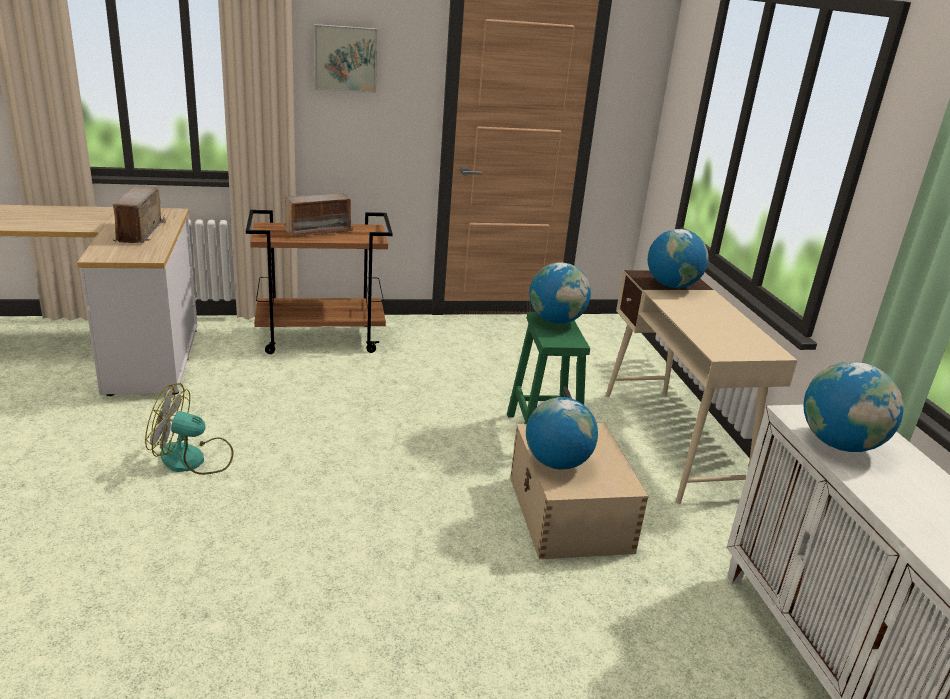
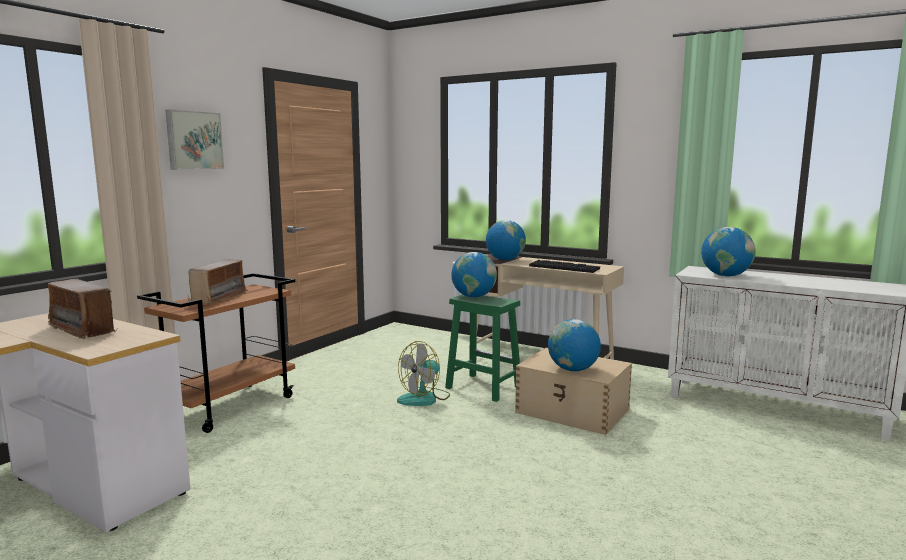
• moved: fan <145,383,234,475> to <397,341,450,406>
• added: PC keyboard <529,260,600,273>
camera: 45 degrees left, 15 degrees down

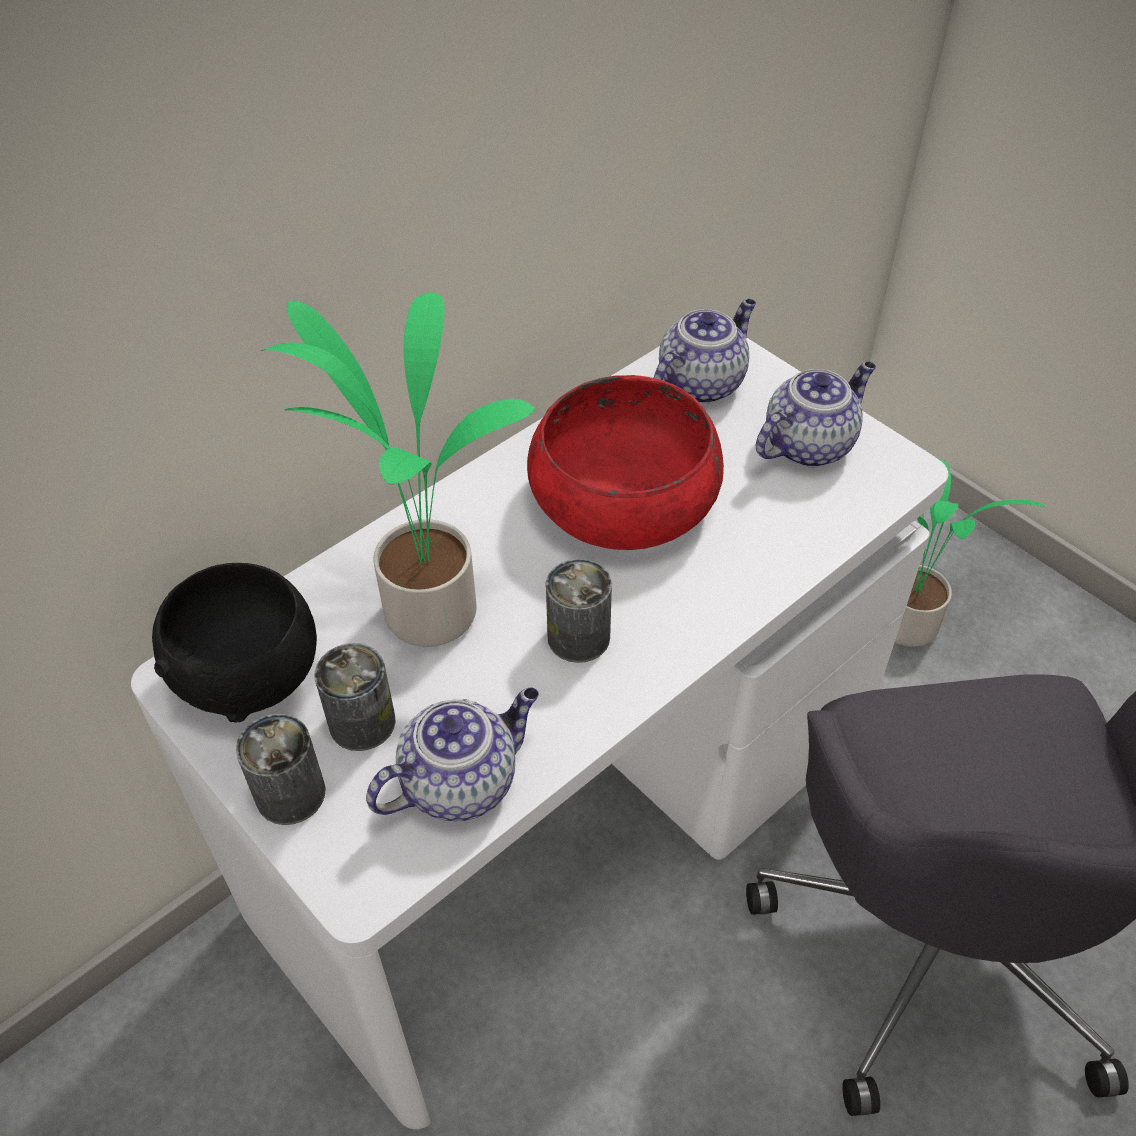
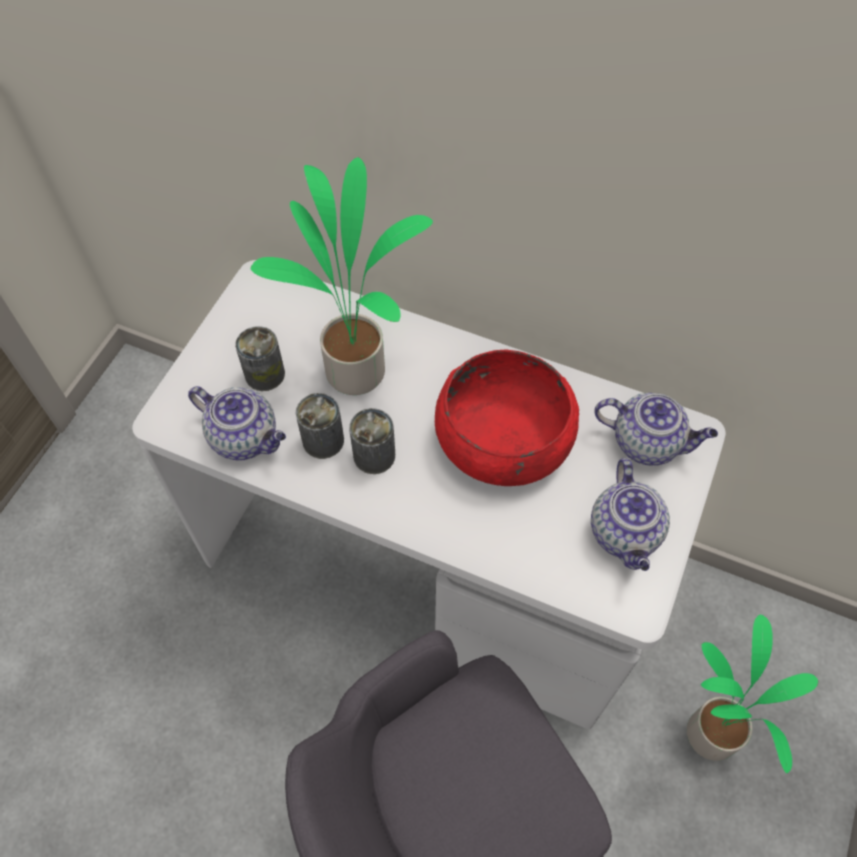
• moved: metal can <236,714,326,825> to <296,393,344,459>
• turned: tea pot <756,361,876,467> = <591,458,670,571> 60 degrees clockwise
• removed: blackish deep dish <152,563,317,723>
camera: 65 degrees right, 10 degrees up

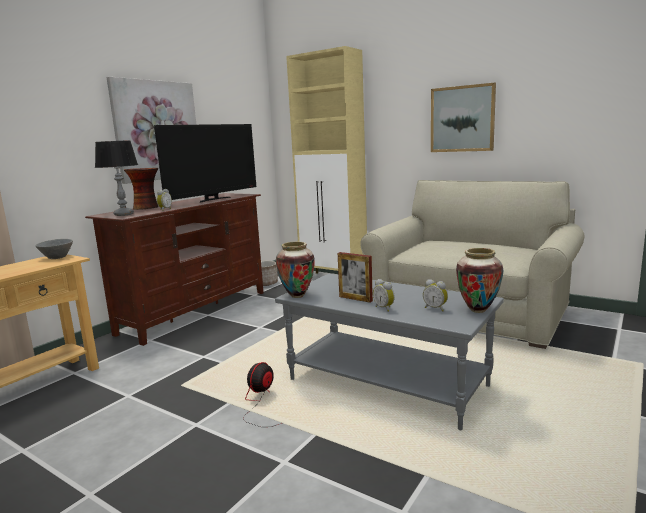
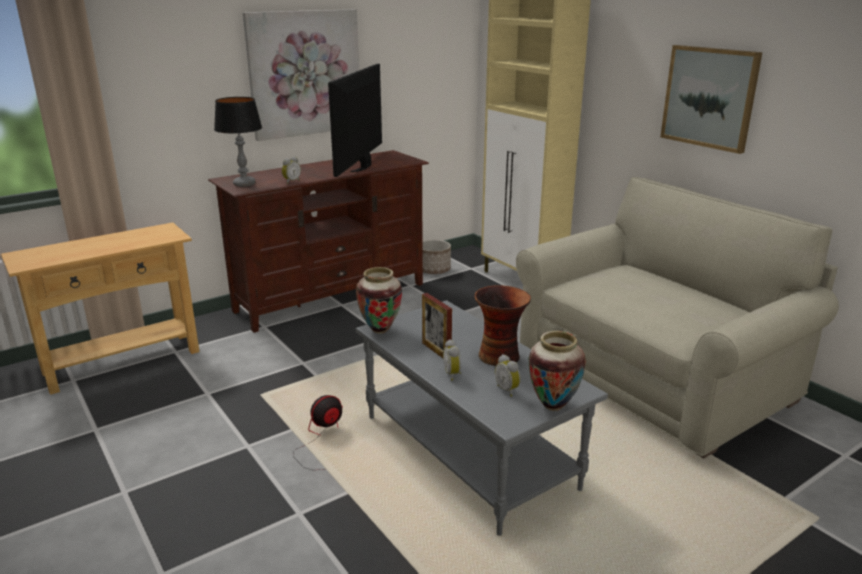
• turned: TV <154,124,256,203> = <328,64,382,177> 135 degrees clockwise
• moved: decorative vase <124,168,158,210> to <474,285,531,366>
• removed: gray deep dish <35,239,73,259>
camera: 20 degrees right, 10 degrees up

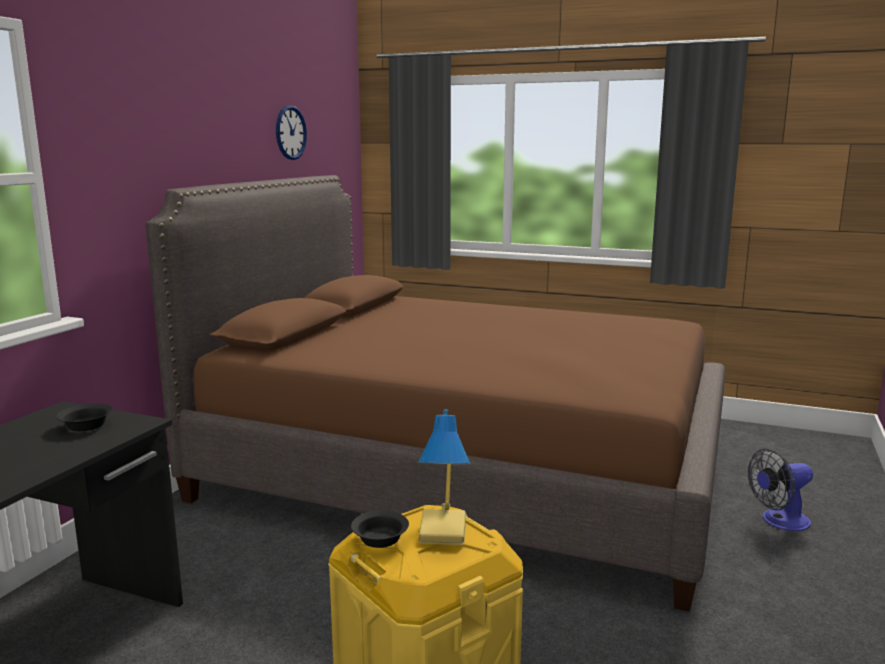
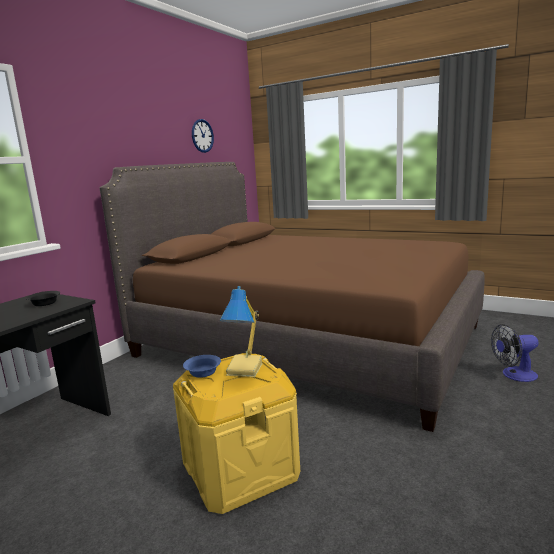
• recoloured: blackish deep dish <351,510,409,548> to blue deep dish <183,355,221,378>
camera: 10 degrees right, 0 degrees up

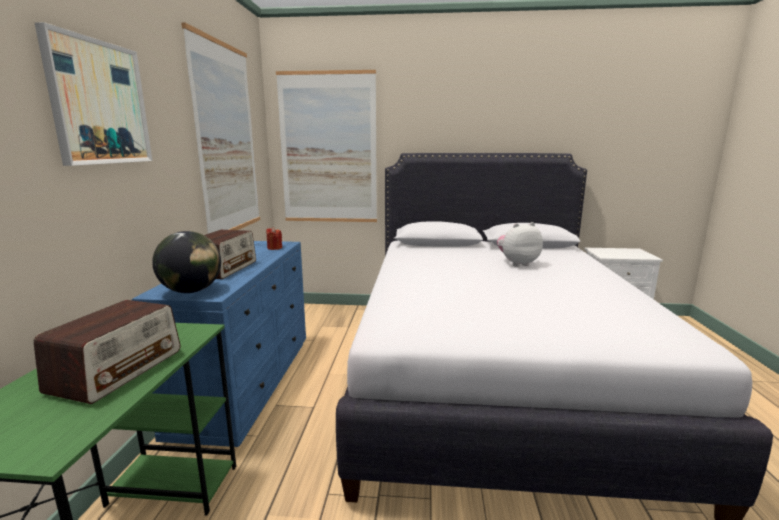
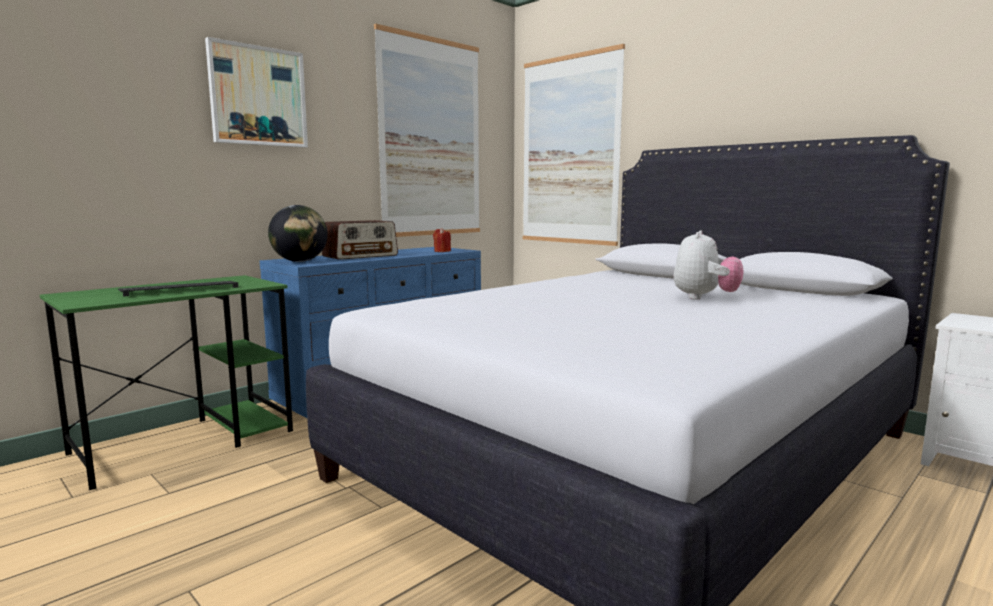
• replaced: radio <34,300,181,404> to PC keyboard <118,281,239,296>
• turned: cuddly toy <497,222,543,267> = <674,230,744,300> 90 degrees clockwise
camera: 40 degrees right, 5 degrees down

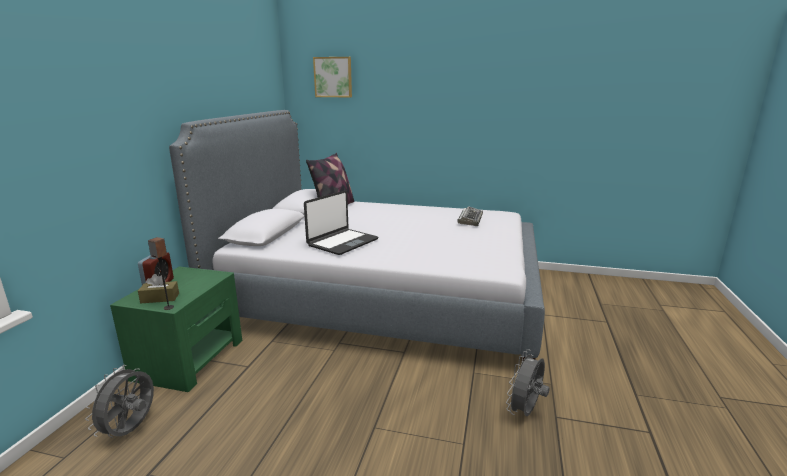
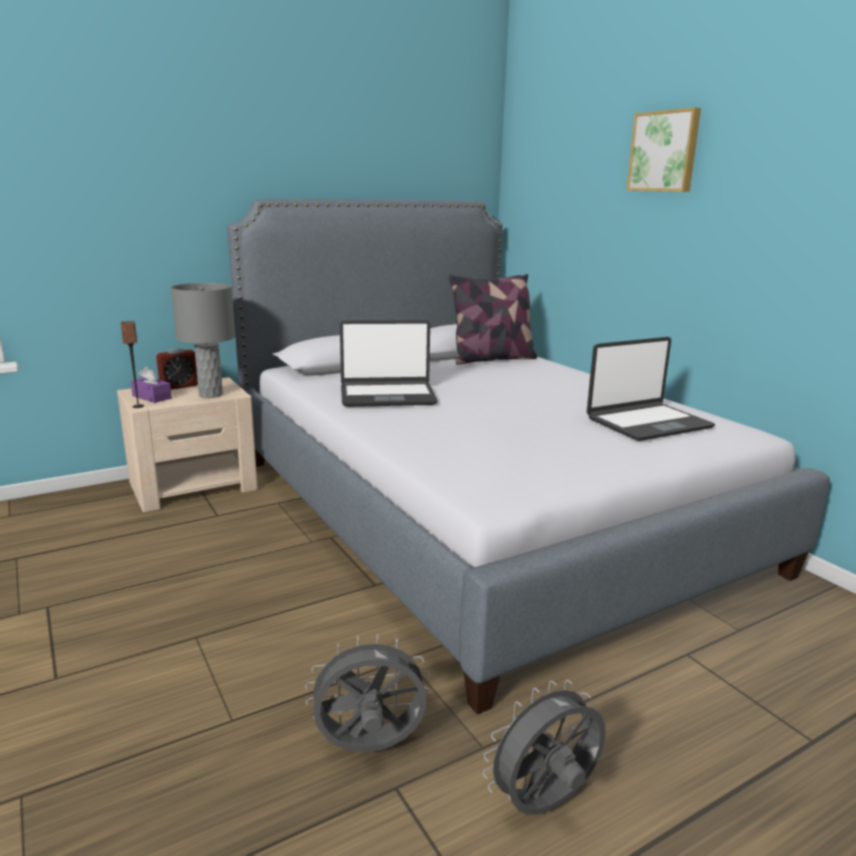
• recoloured: green nightstand <110,267,242,392> to beige nightstand <117,377,258,512>
• recoloured: brownish tissue box <138,274,179,303> to purple-coloured tissue box <131,367,172,403>
• added: gray tabletop lamp <171,283,235,398>
• moved: gray fan <85,365,154,438> to <483,679,606,815>
• replaced: PC keyboard <457,206,483,226> to laptop <587,337,715,441>
• moved: wall picture <313,57,352,97> to <627,107,701,192>
camera: 45 degrees right, 0 degrees up

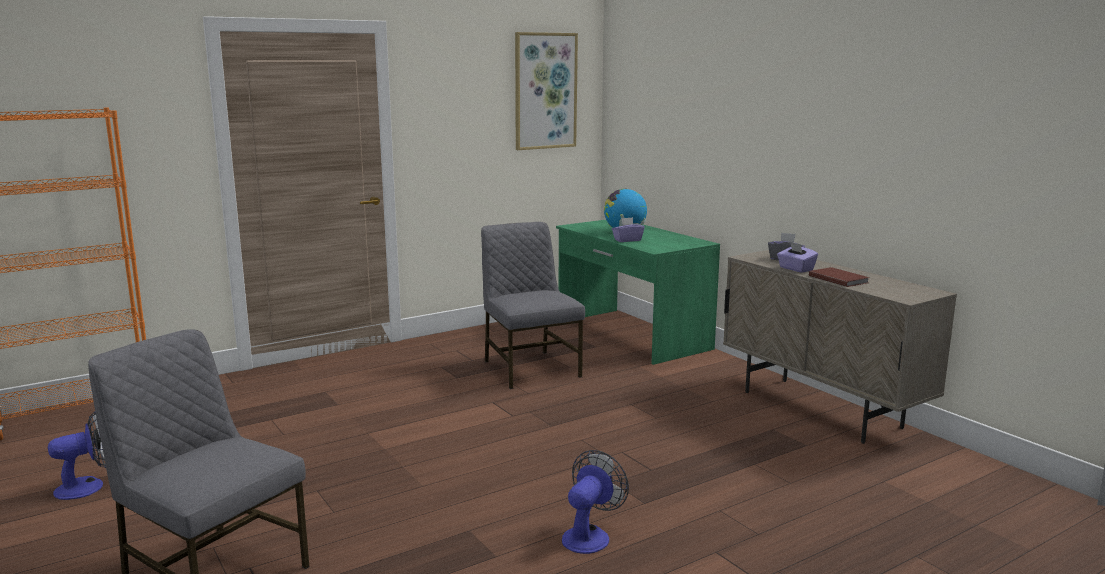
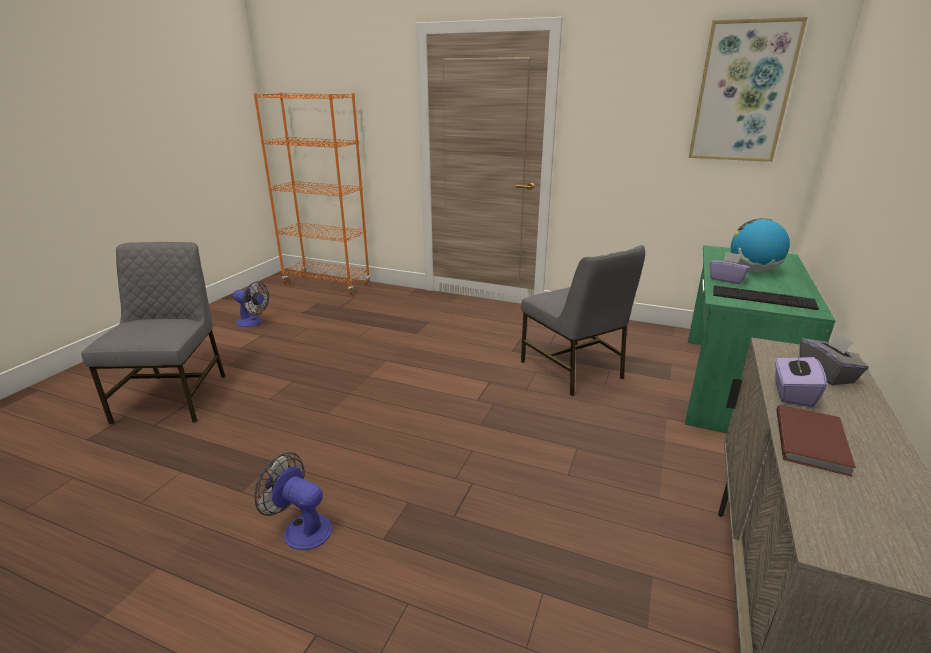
• turned: fan <562,450,629,554> = <254,452,332,550> 150 degrees counterclockwise
• turned: gray upright chair <481,222,585,389> = <521,245,645,396> 120 degrees clockwise
• added: PC keyboard <713,286,819,310>
camera: 55 degrees right, 10 degrees up

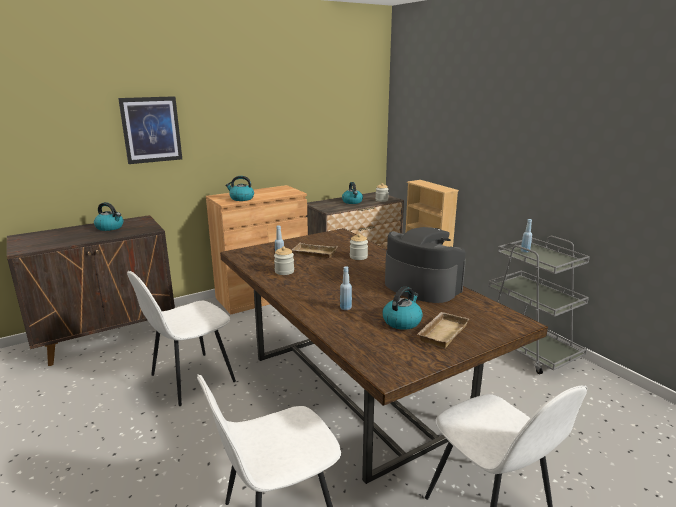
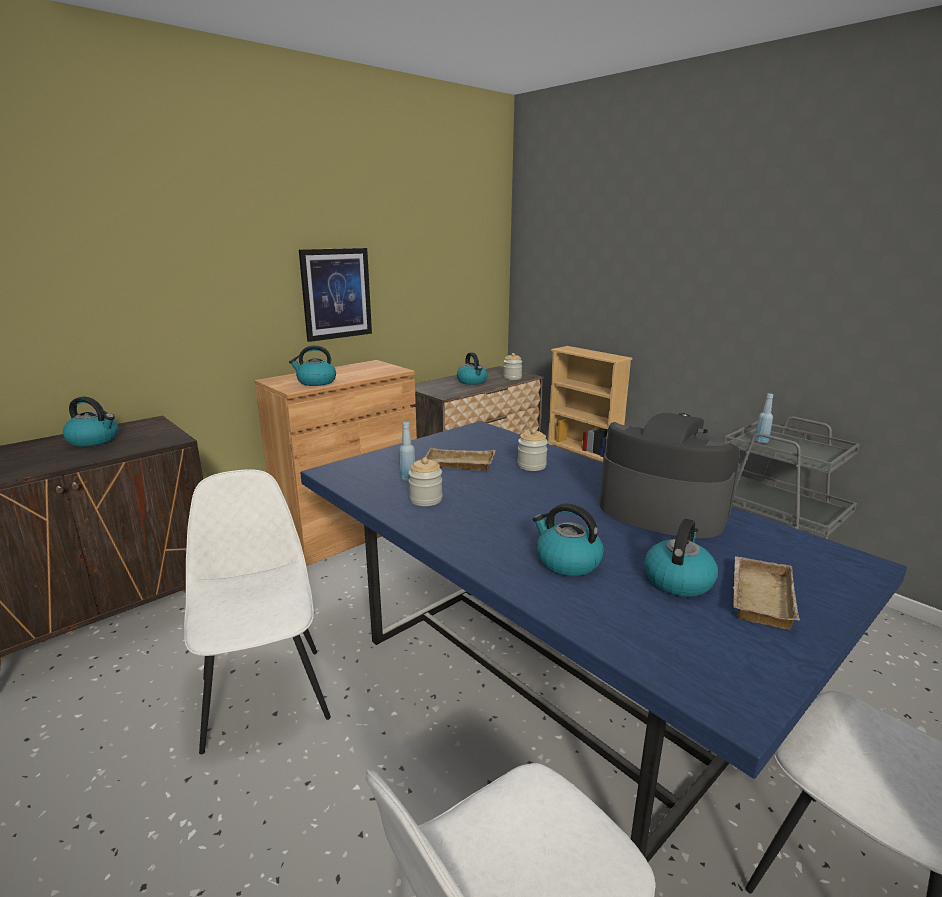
• turned: whitish upright chair <127,271,236,406> = <184,469,331,754> 120 degrees clockwise
• moved: wall picture <118,96,182,164> to <299,248,372,342>
• recoloured: brownish kitchen table <220,228,548,484> to blue kitchen table <300,421,907,862>
• replaced: blue beverage bottle <340,266,352,310> to tea kettle <533,503,604,576>
camera: 10 degrees left, 0 degrees up

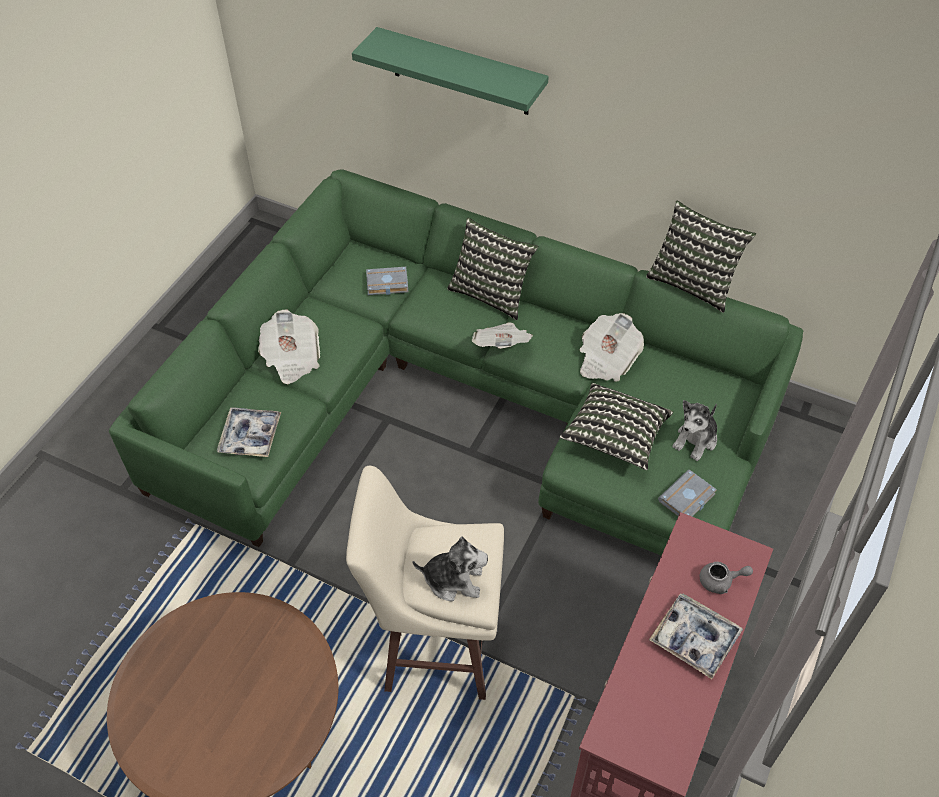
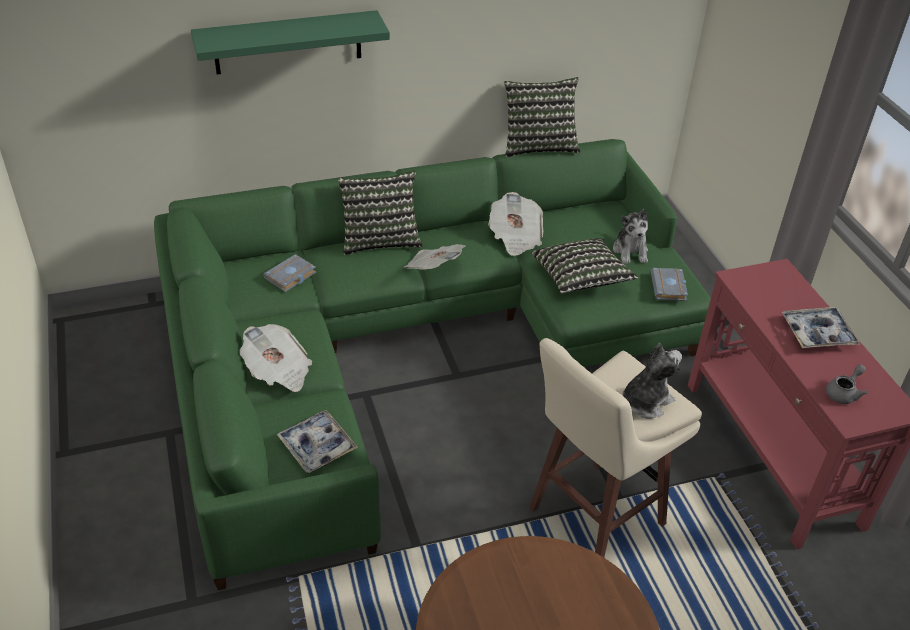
• moved: gray tea pot <700,562,753,594> to <826,364,868,404>
camera: 45 degrees left, 10 degrees down

